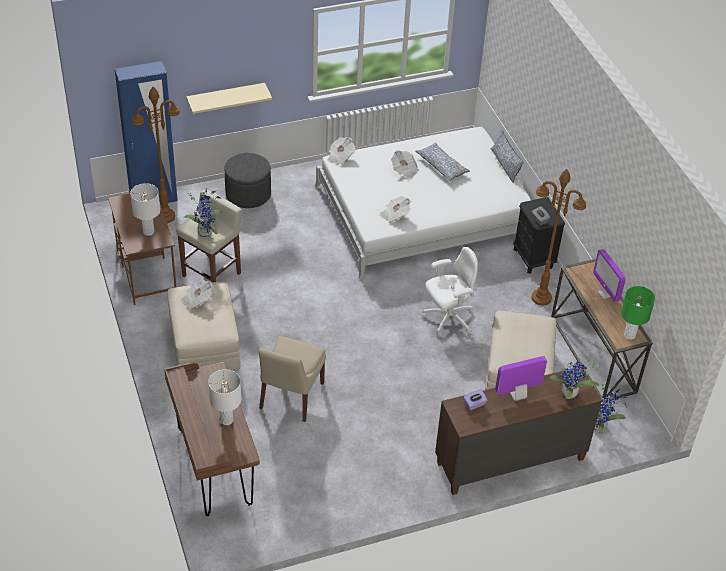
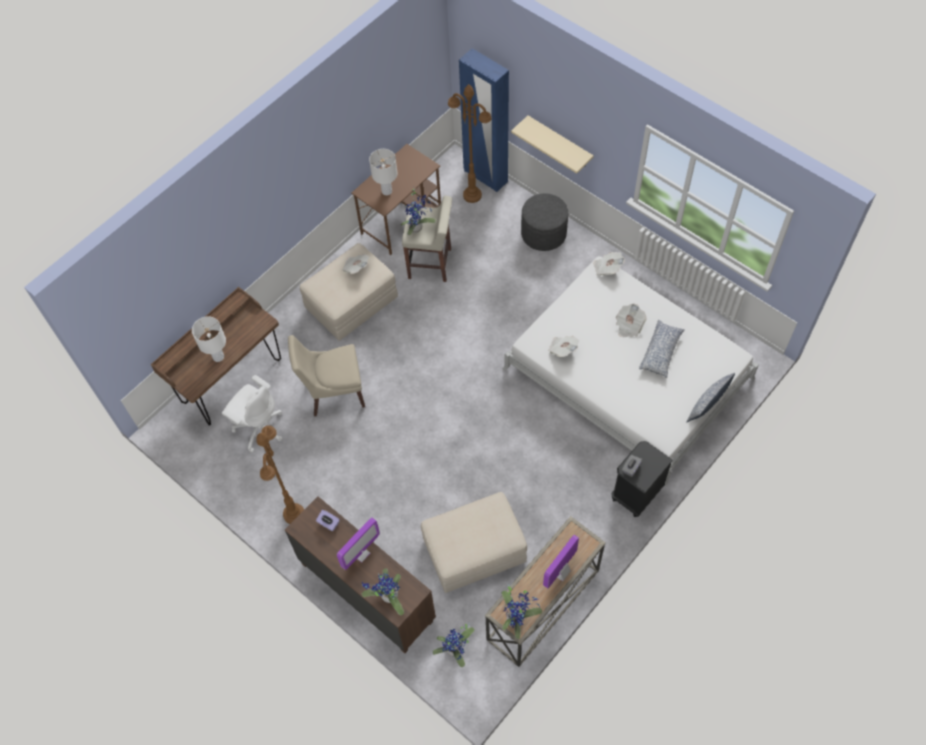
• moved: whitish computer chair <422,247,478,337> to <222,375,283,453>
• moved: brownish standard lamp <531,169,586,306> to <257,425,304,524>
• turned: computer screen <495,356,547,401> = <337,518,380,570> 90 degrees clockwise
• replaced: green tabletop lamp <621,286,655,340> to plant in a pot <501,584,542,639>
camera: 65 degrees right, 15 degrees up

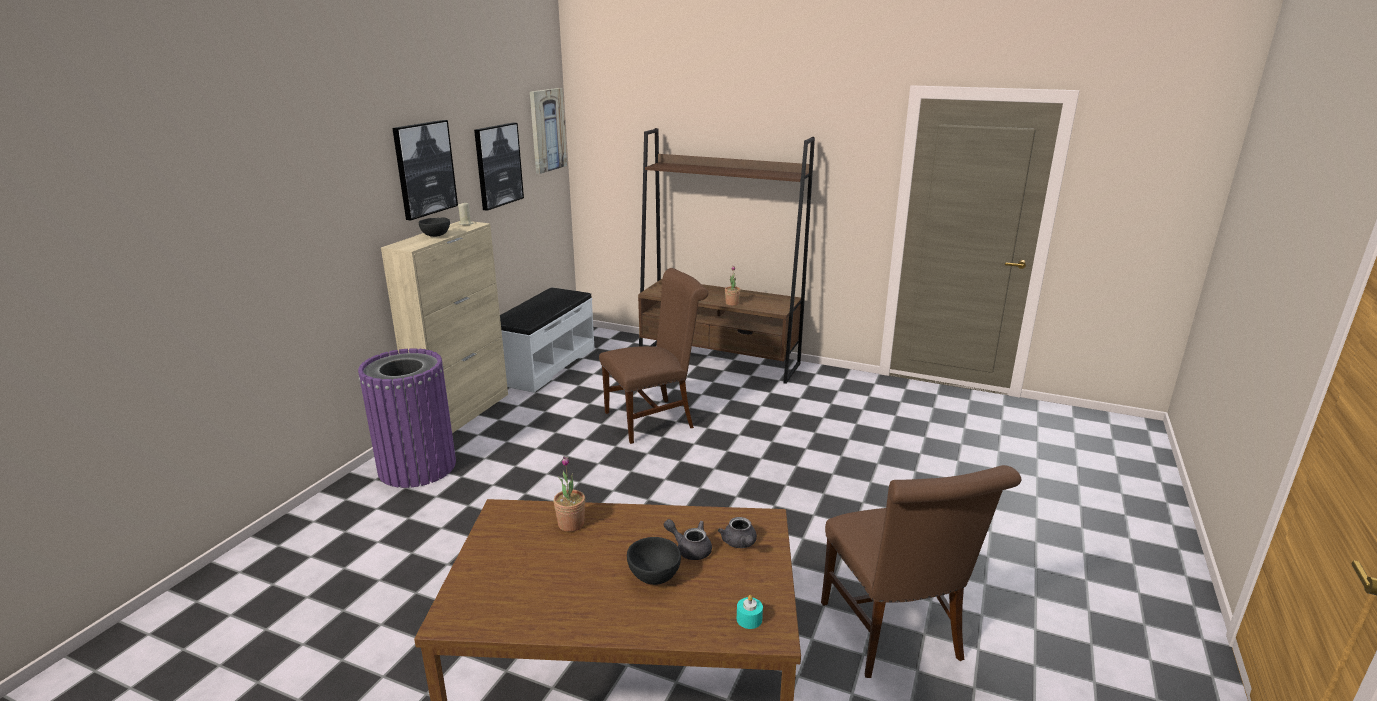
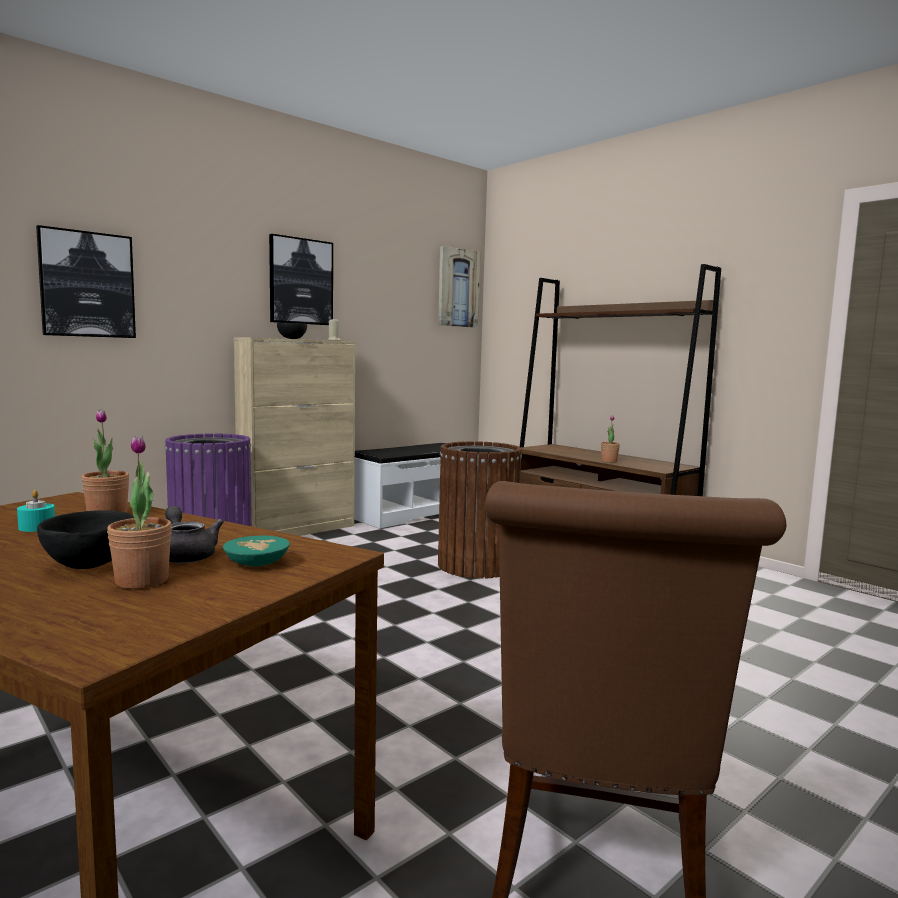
• moved: turquoise-coloured wax light <737,595,763,629> to <17,490,55,532>
• moved: wall picture <474,122,524,211> to <36,225,136,338>
• added: plant in a pot <107,436,172,589>
• replaced: gray tea pot <718,517,757,548> to turquoise-coloured deep dish <223,535,290,567>
• replaced: brownish upright chair <599,268,708,444> to brownish waste bin <438,441,522,579>
camera: 25 degrees right, 15 degrees down

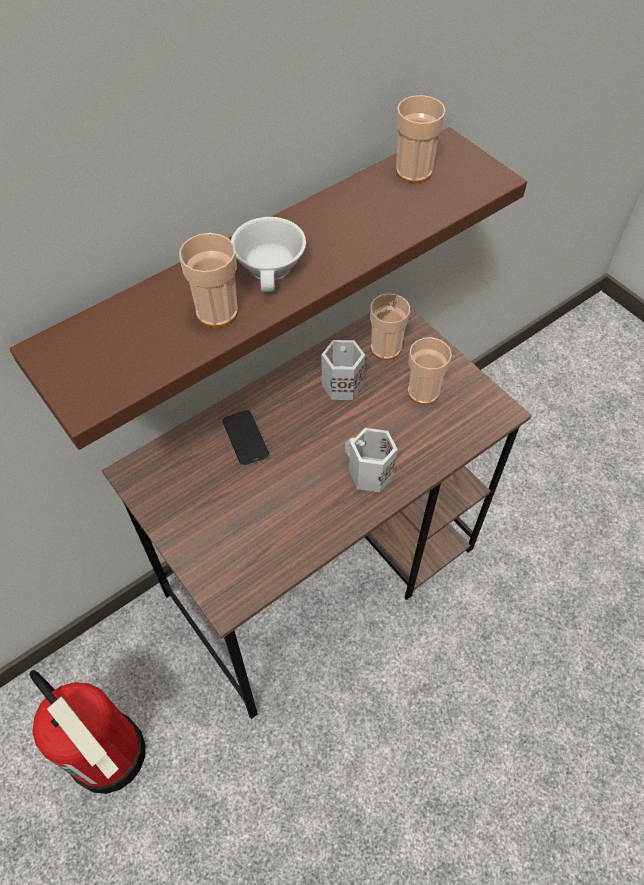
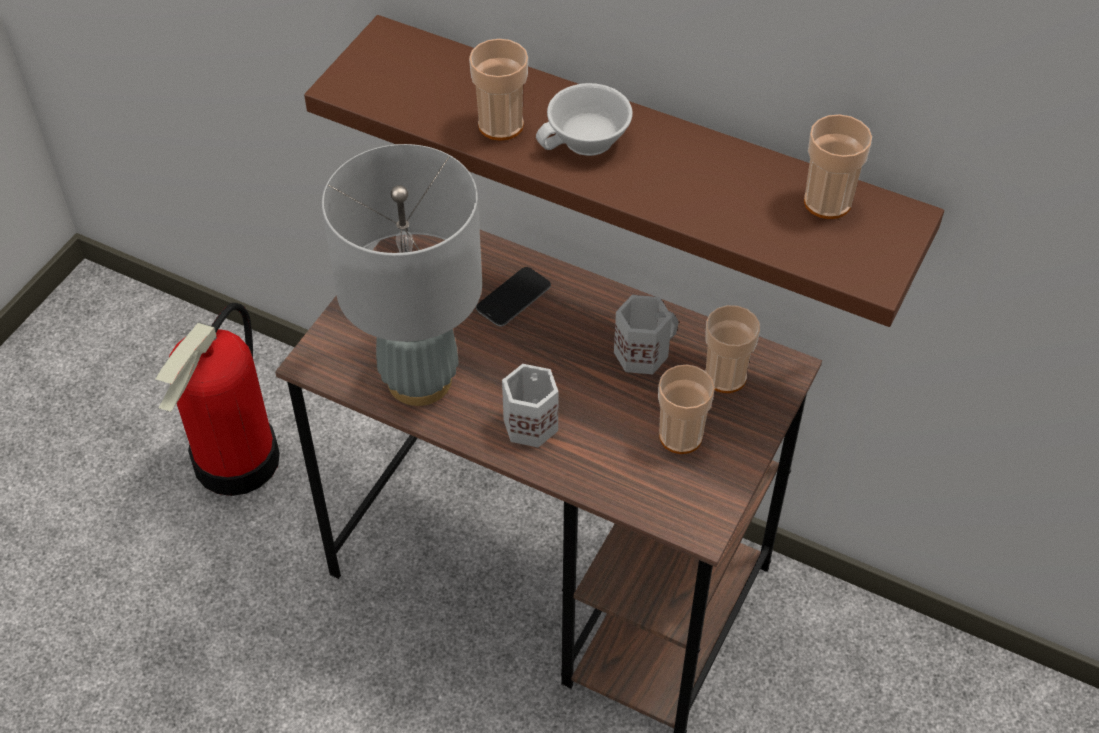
• added: gray tabletop lamp <322,144,482,406>
camera: 65 degrees right, 5 degrees down

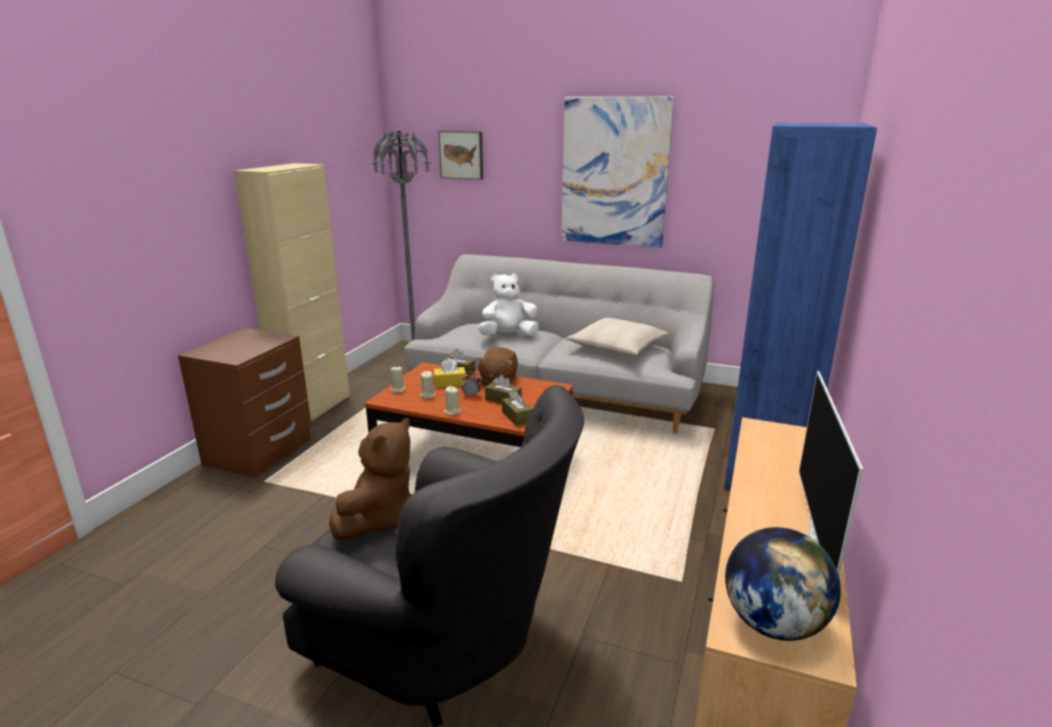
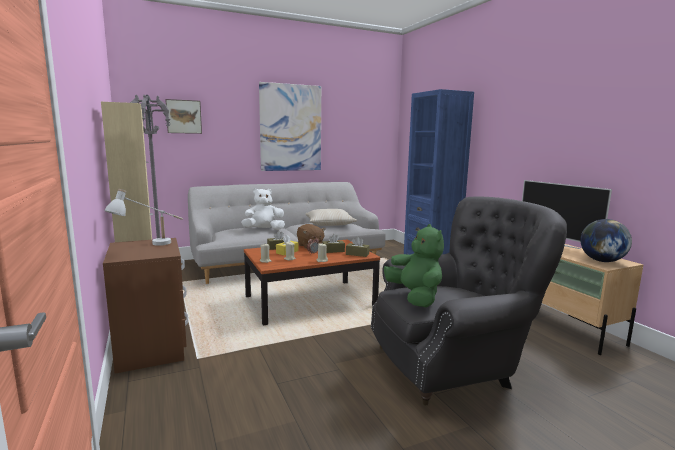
• added: whitish tabletop lamp <105,189,183,246>
• turned: whitish cuddly toy <478,273,539,336> = <241,188,285,230> 45 degrees clockwise
• recoloured: brownish cuddly toy <329,418,411,540> to green cuddly toy <384,224,444,308>
camera: 45 degrees left, 10 degrees down

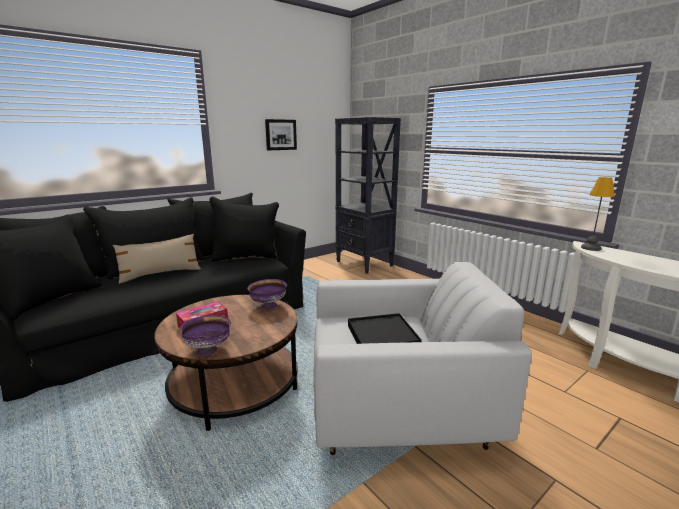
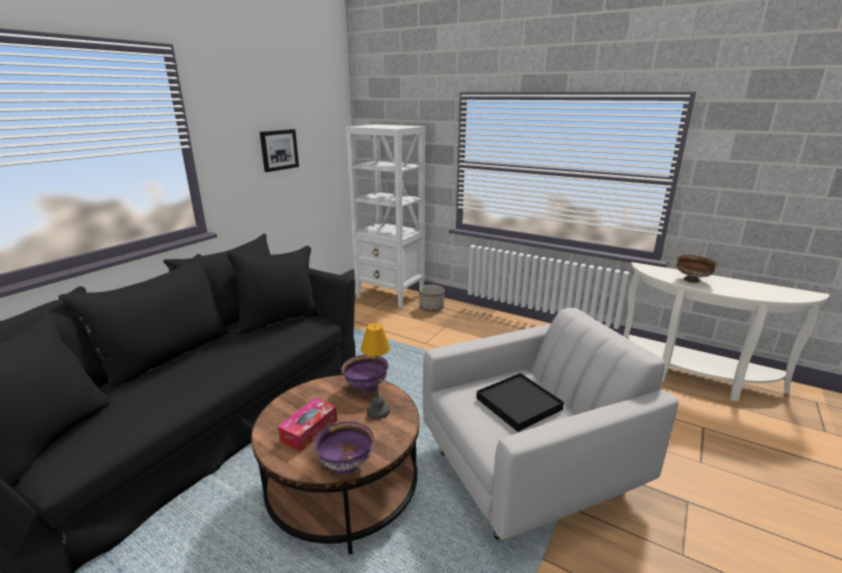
• recoloured: blackish bookcase <335,117,401,274> to whitish bookcase <345,124,425,309>
• moved: tabletop lamp <581,177,615,251> to <361,323,390,419>
• added: flower pot <419,285,444,312>
• added: brownish deep dish <676,255,718,283>
• removed: beige pillow <113,234,201,284>
camera: 20 degrees left, 5 degrees up

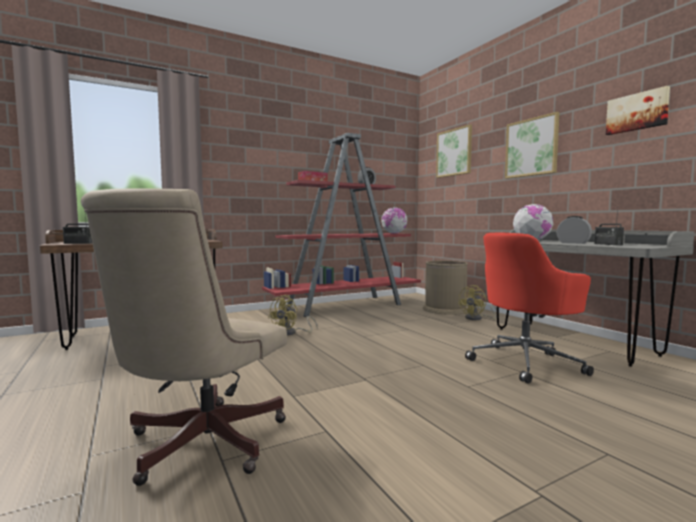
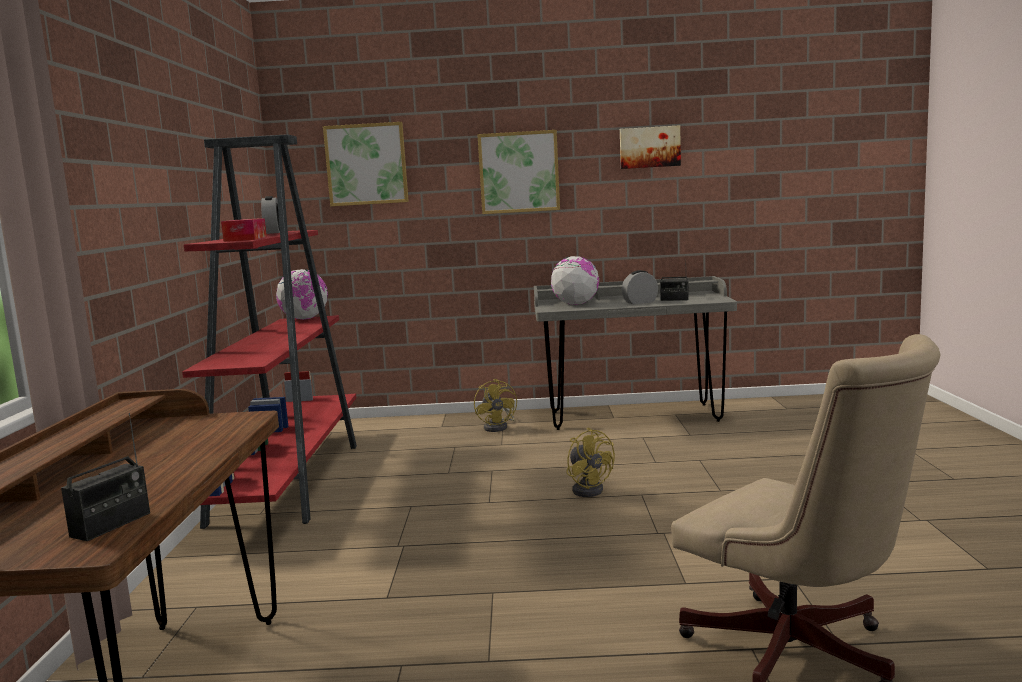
• moved: yellowish fan <268,295,318,336> to <566,428,615,497>
• removed: brownish waste bin <422,261,468,315>
• removed: reddish computer chair <465,233,594,383>
camera: 60 degrees left, 5 degrees up

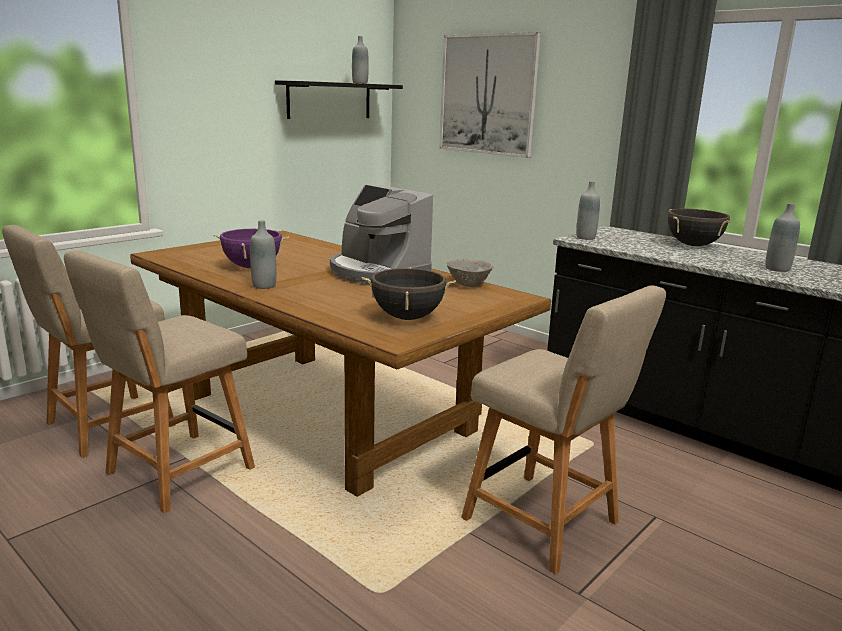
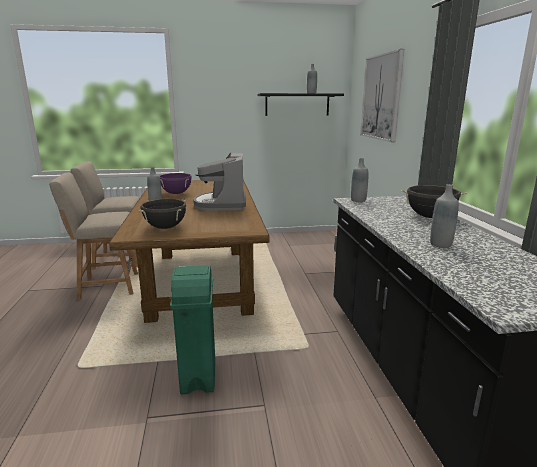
• replaced: beige upright chair <461,285,666,574> to green waste bin <170,265,215,394>
• removed: gray deep dish <447,259,494,287>
camera: 40 degrees right, 0 degrees up

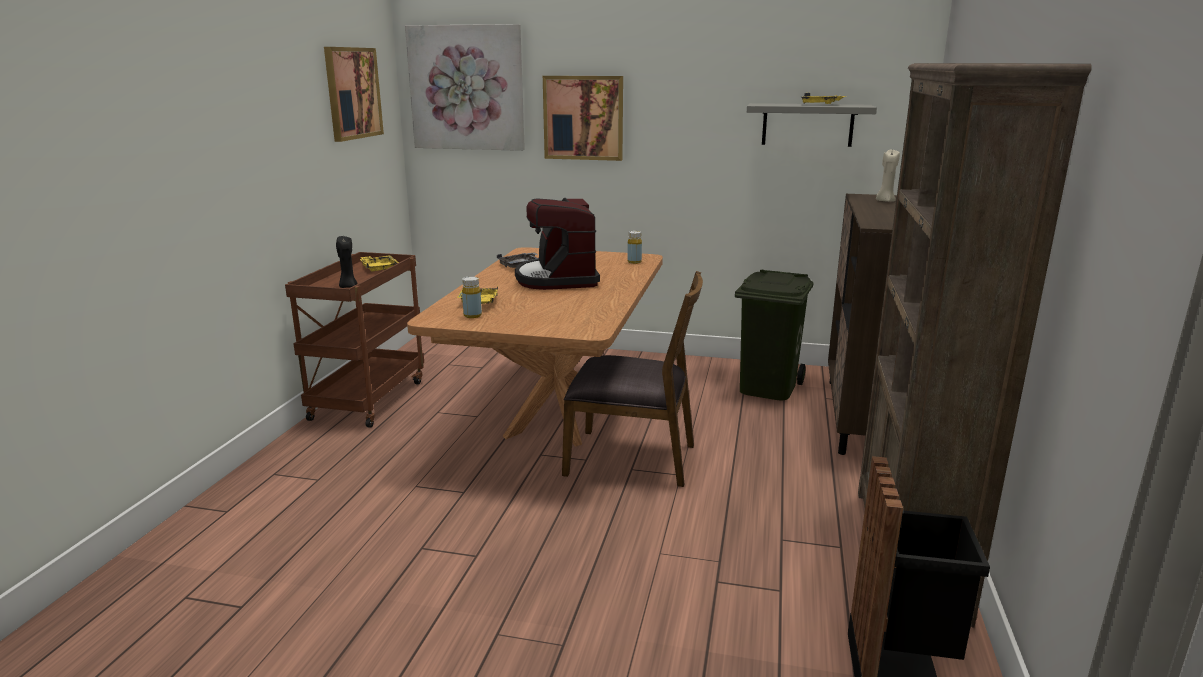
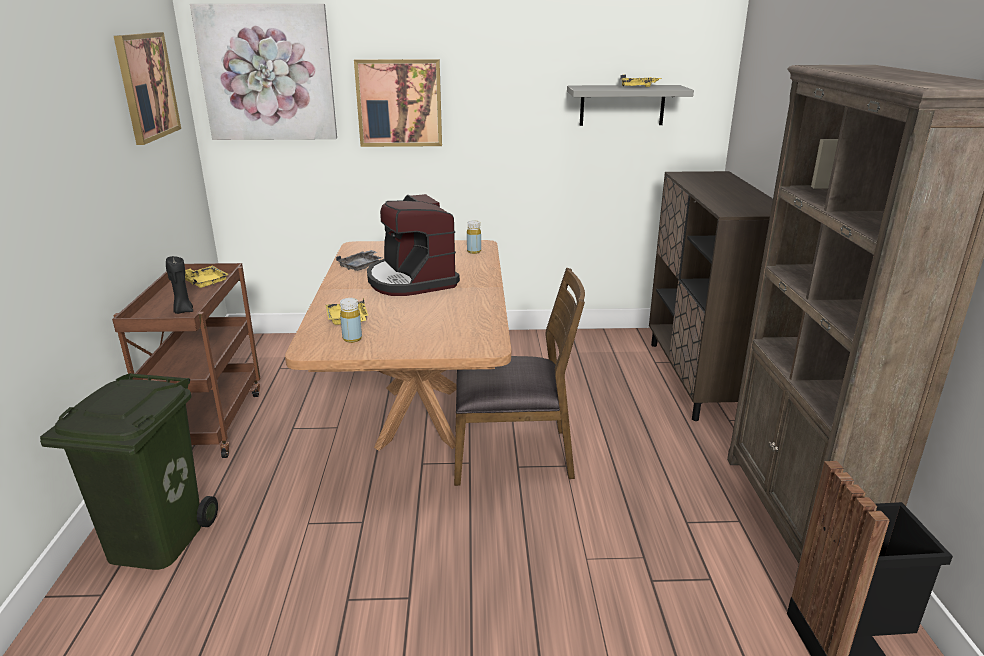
• moved: green waste bin <735,270,813,400> to <40,373,218,570>
• removed: beige wax light <876,150,900,202>
camera: 15 degrees left, 5 degrees up

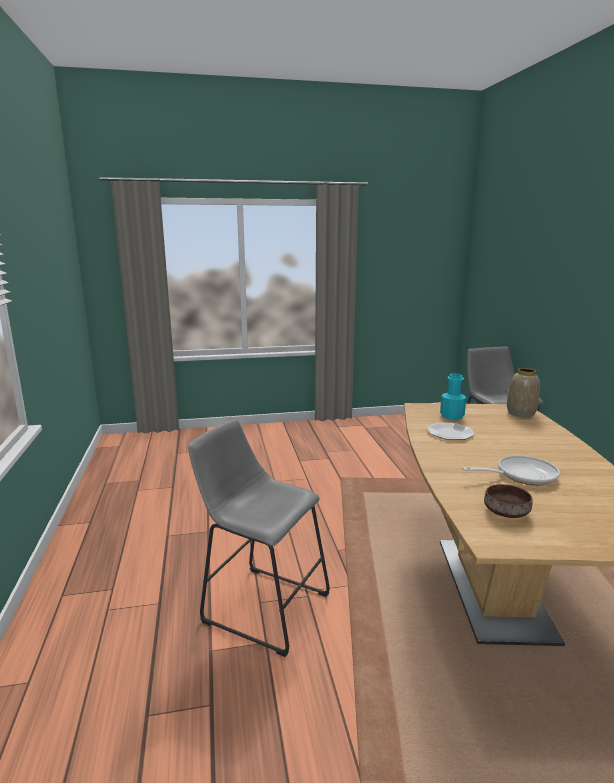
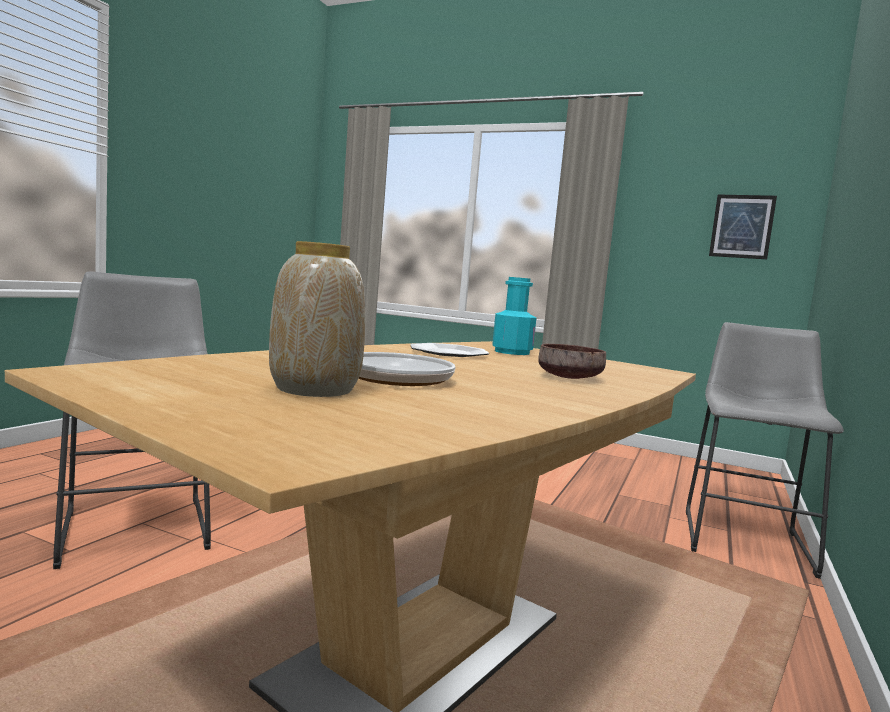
• moved: decorative vase <507,368,540,418> to <269,241,365,397>
• moved: brownish deep dish <484,484,533,518> to <538,344,606,379>
• added: wall picture <709,194,777,259>
camera: 35 degrees right, 10 degrees down

